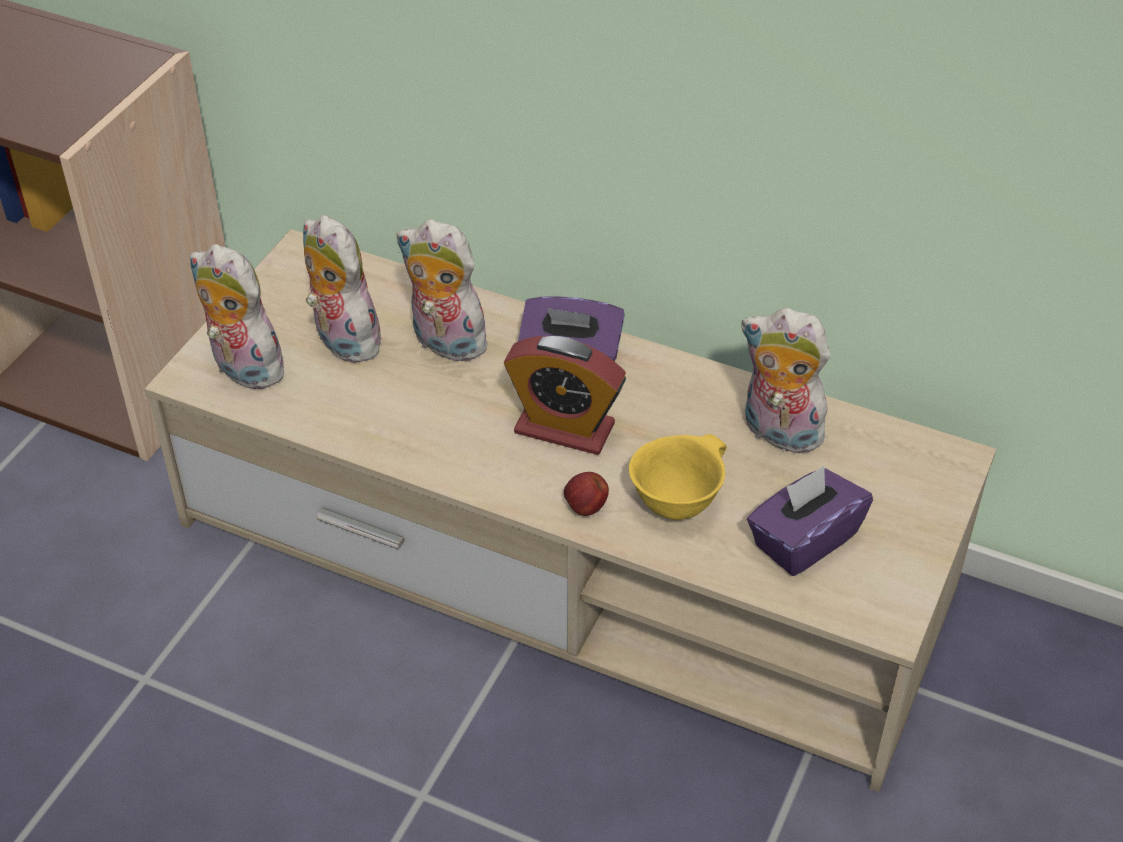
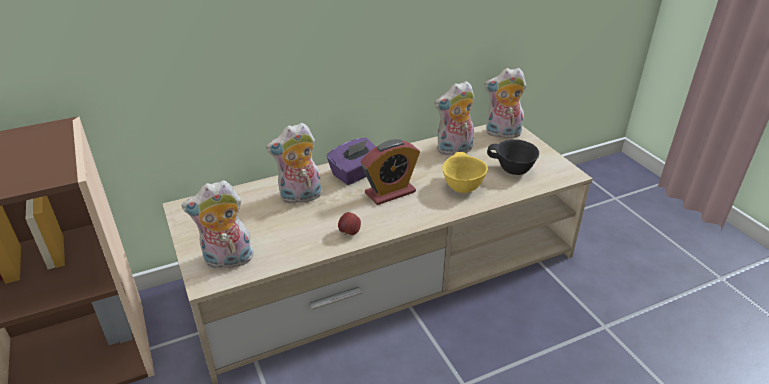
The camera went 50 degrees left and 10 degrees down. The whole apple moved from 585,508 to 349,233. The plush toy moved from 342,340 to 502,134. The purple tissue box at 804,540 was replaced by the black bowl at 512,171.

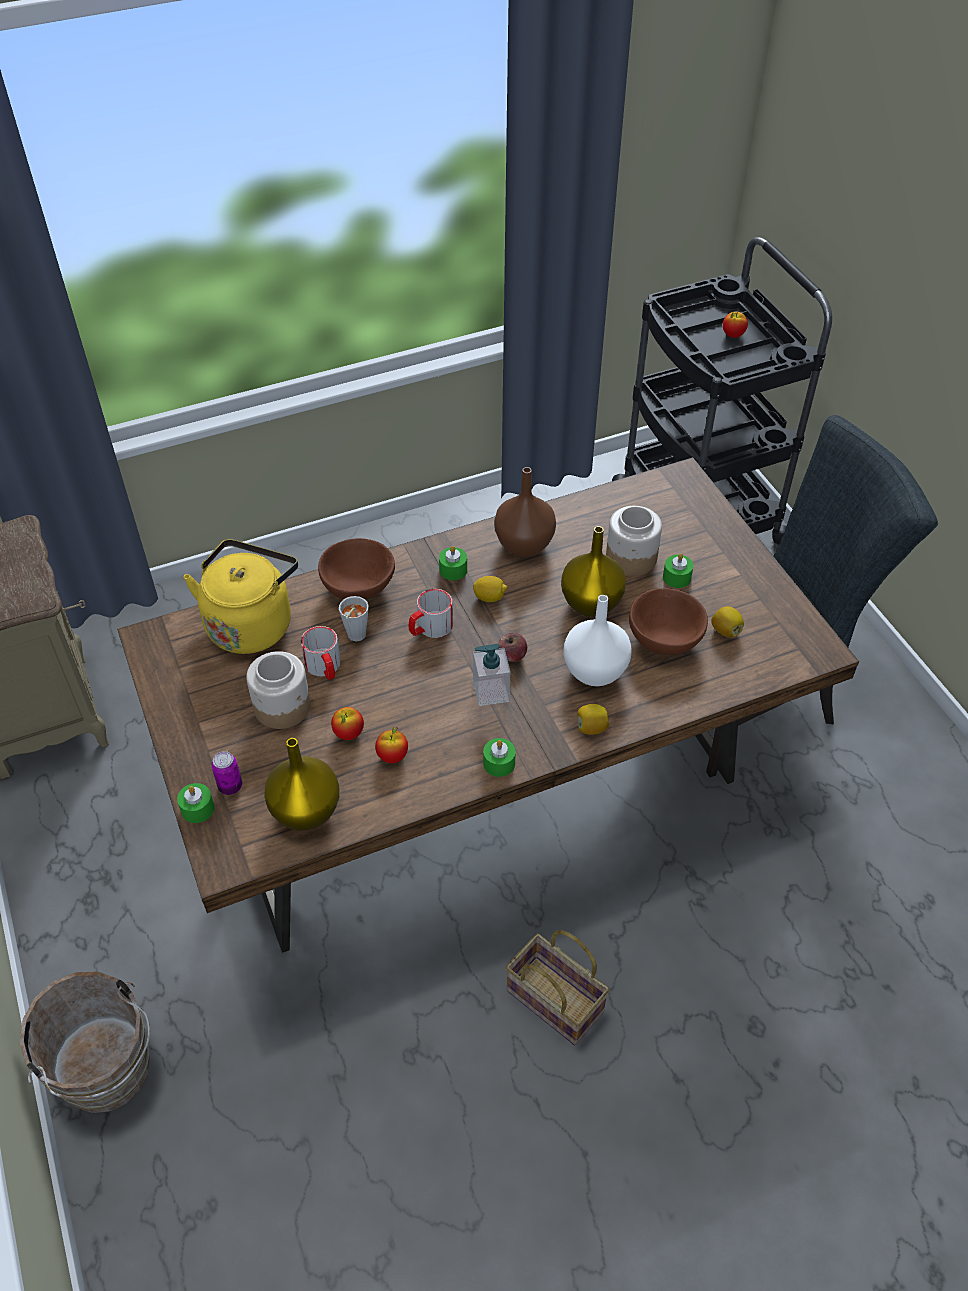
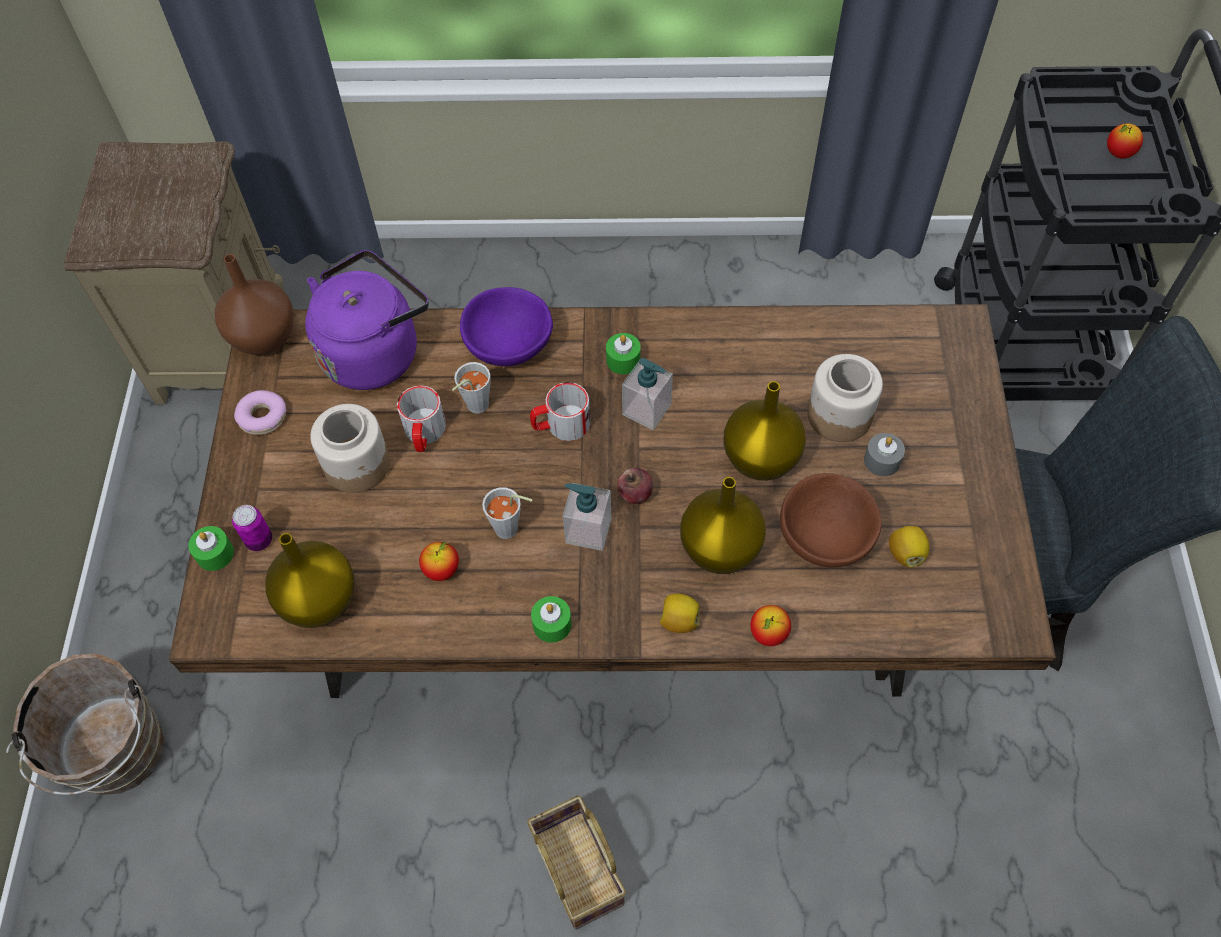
The camera went 25 degrees right and 10 degrees up. The brown-coloured flower vase moved from 524,544 to 265,336. The ring doughnut at 263,417 appeared. The yellowish water kettle at 251,623 became the purple water kettle at 374,351. The brown-coloured bowl at 358,587 became the purple bowl at 508,346. The gray small cup at 511,530 appeared. The lemon at 489,597 was replaced by the liquid soap bottle at 647,409. The whitish flower vase at 593,671 became the yellowish flower vase at 718,548. The whole apple moved from 348,733 to 768,634. The green-coloured wax candle at 676,577 became the gray wax candle at 882,460.

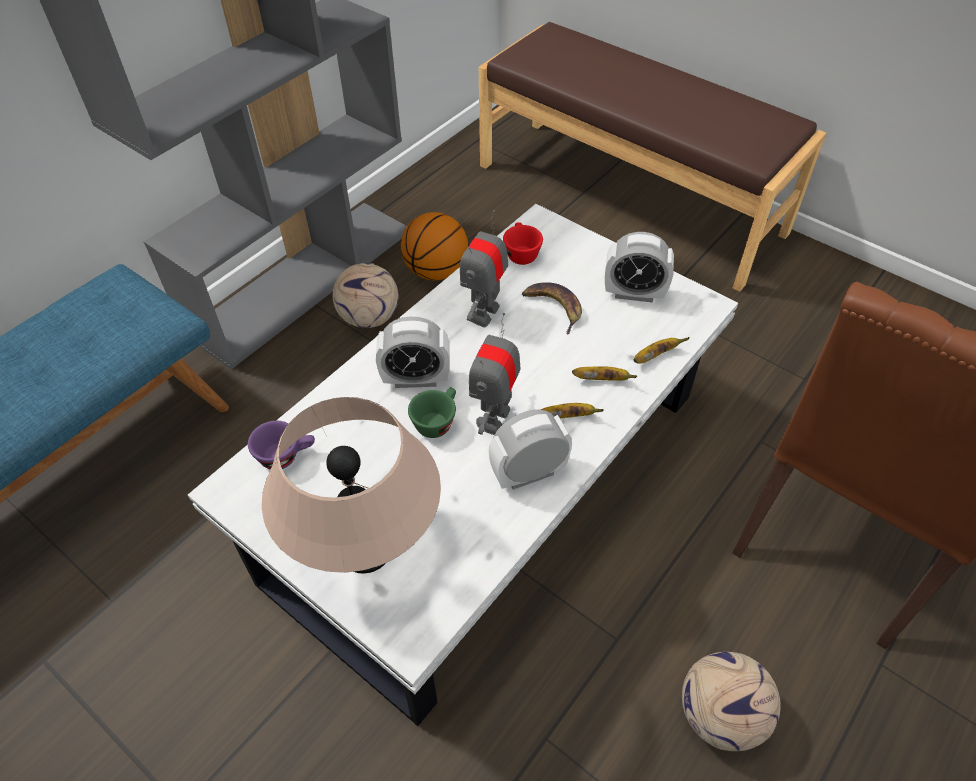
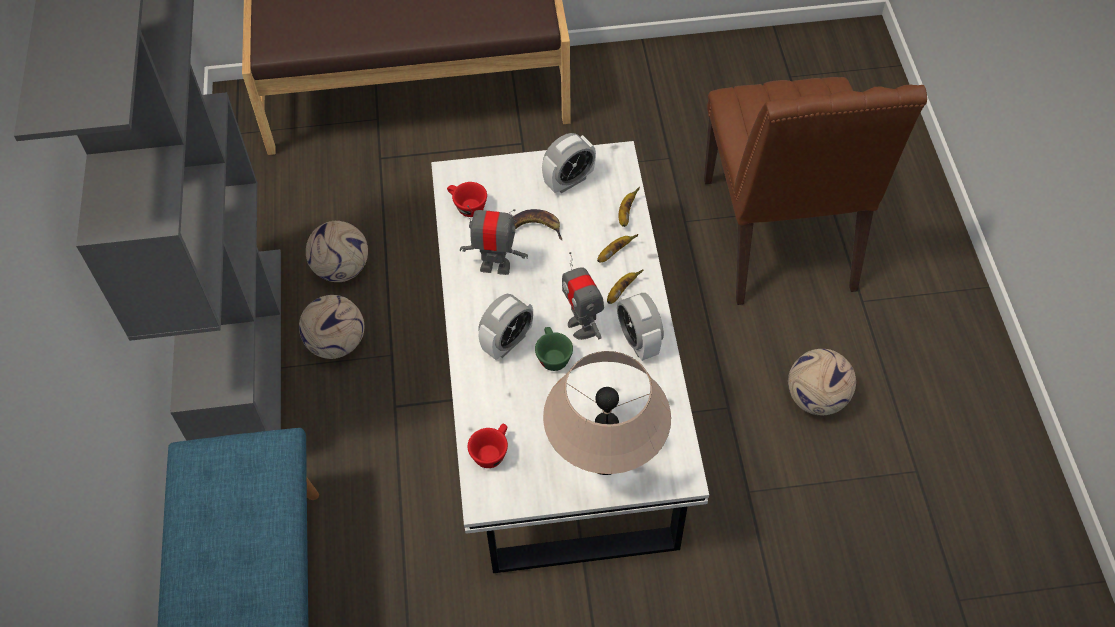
The camera went 45 degrees left and 5 degrees up. The ball for basketball at 436,271 was replaced by the ball for football at 342,268. The robot figure at 484,313 turned 120 degrees clockwise. The purple small cup at 286,455 became the red-coloured small cup at 491,452. The bedside clock at 529,473 turned 45 degrees counterclockwise.

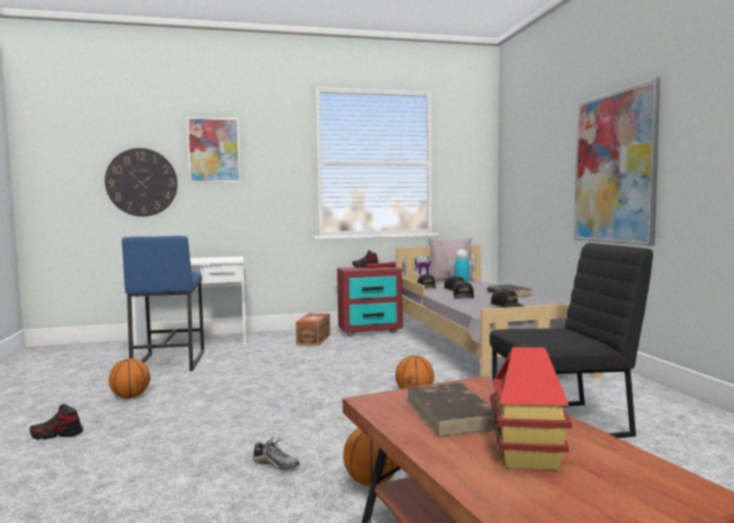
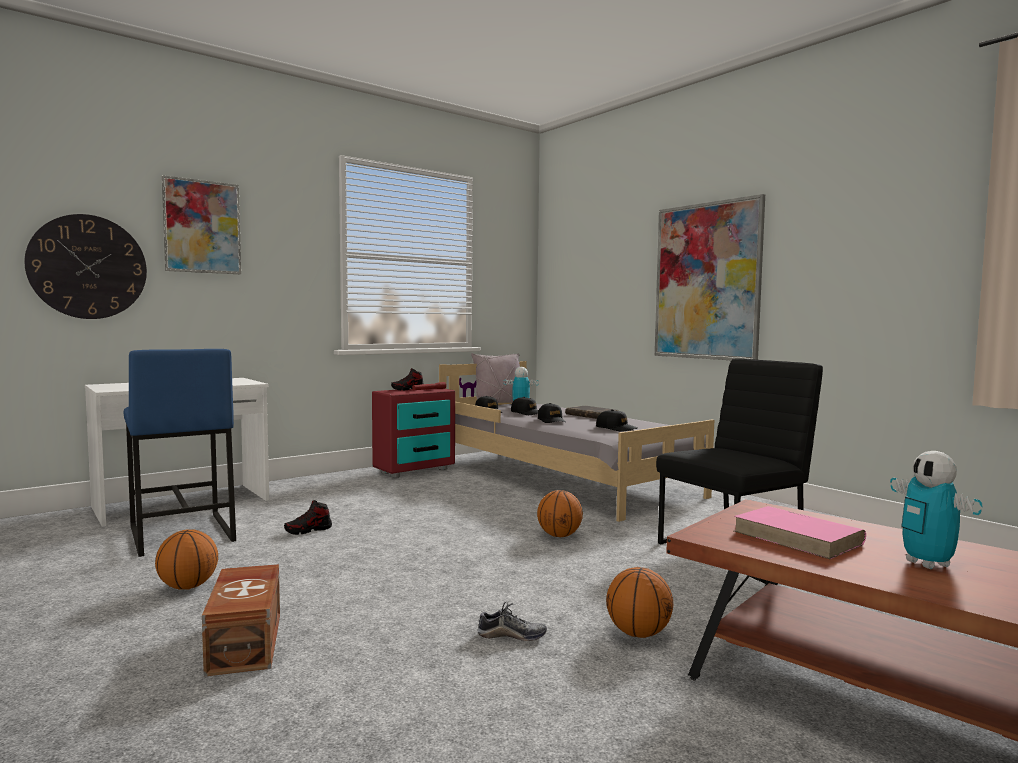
The camera went 25 degrees left and 0 degrees up. The brown-coloured storage bin moved from 314,339 to 247,642. The item of footwear moved from 56,435 to 308,530. The brown-coloured volume at 453,414 became the pink-coloured volume at 798,537. The miniature house at 527,456 was replaced by the robot figure at 927,564.

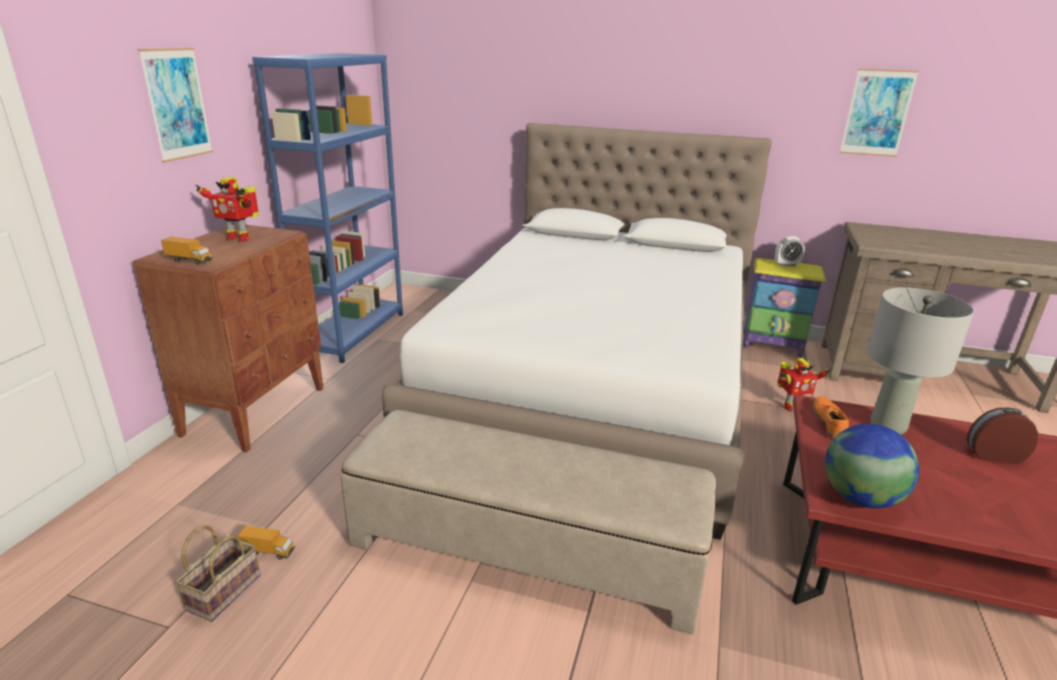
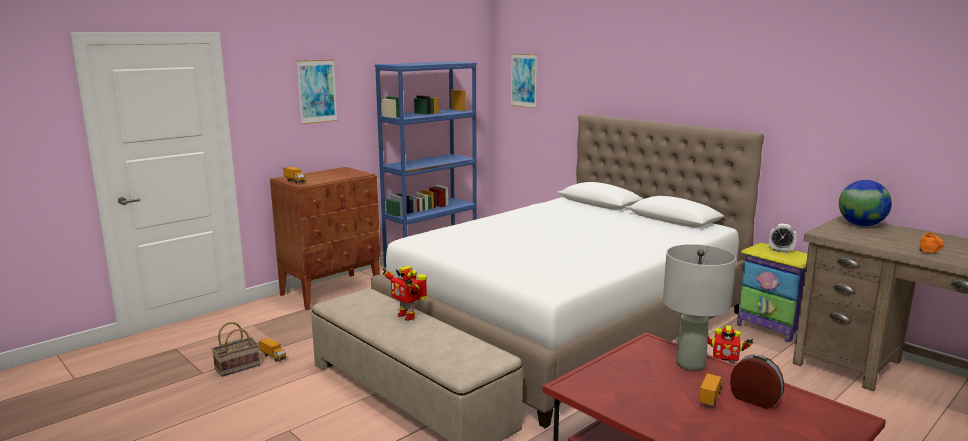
The camera went 30 degrees right and 10 degrees down. The robot figure moved from 238,238 to 407,316. The picture moved from 877,113 to 523,80. The toy lorry at 710,398 appeared. The globe moved from 860,498 to 861,225. The orange-coloured item of footwear moved from 829,422 to 929,247.

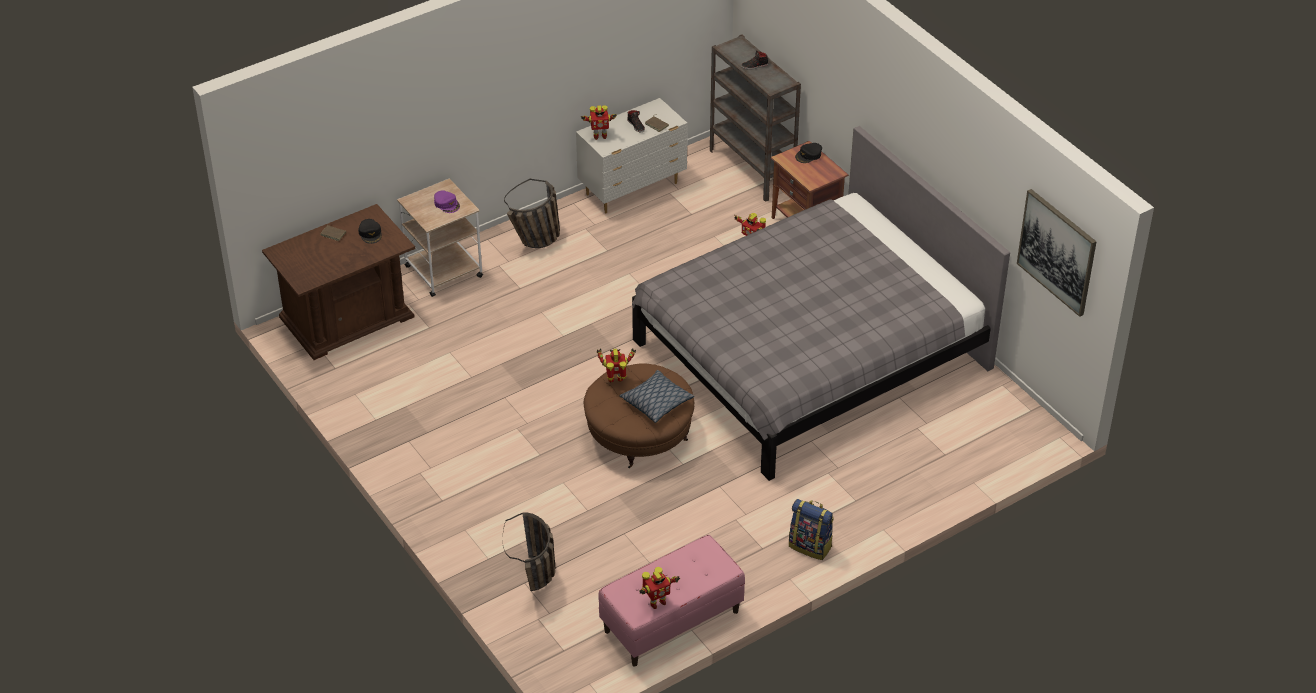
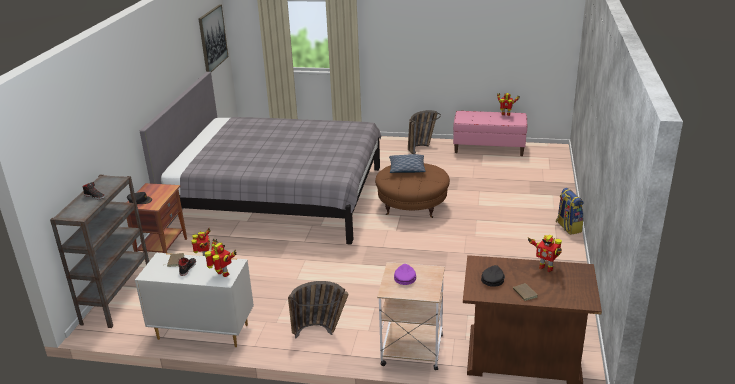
The camera went 135 degrees left and 15 degrees down. The storage basket moved from 537,581 to 421,147. The robot figure moved from 616,380 to 545,267. The knapsack moved from 810,546 to 568,227.

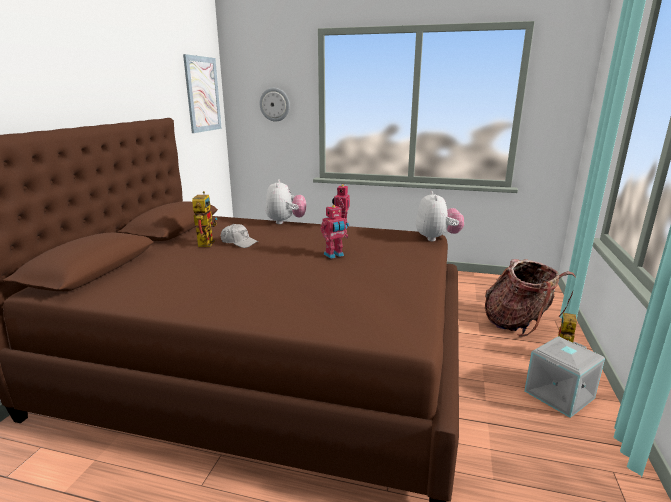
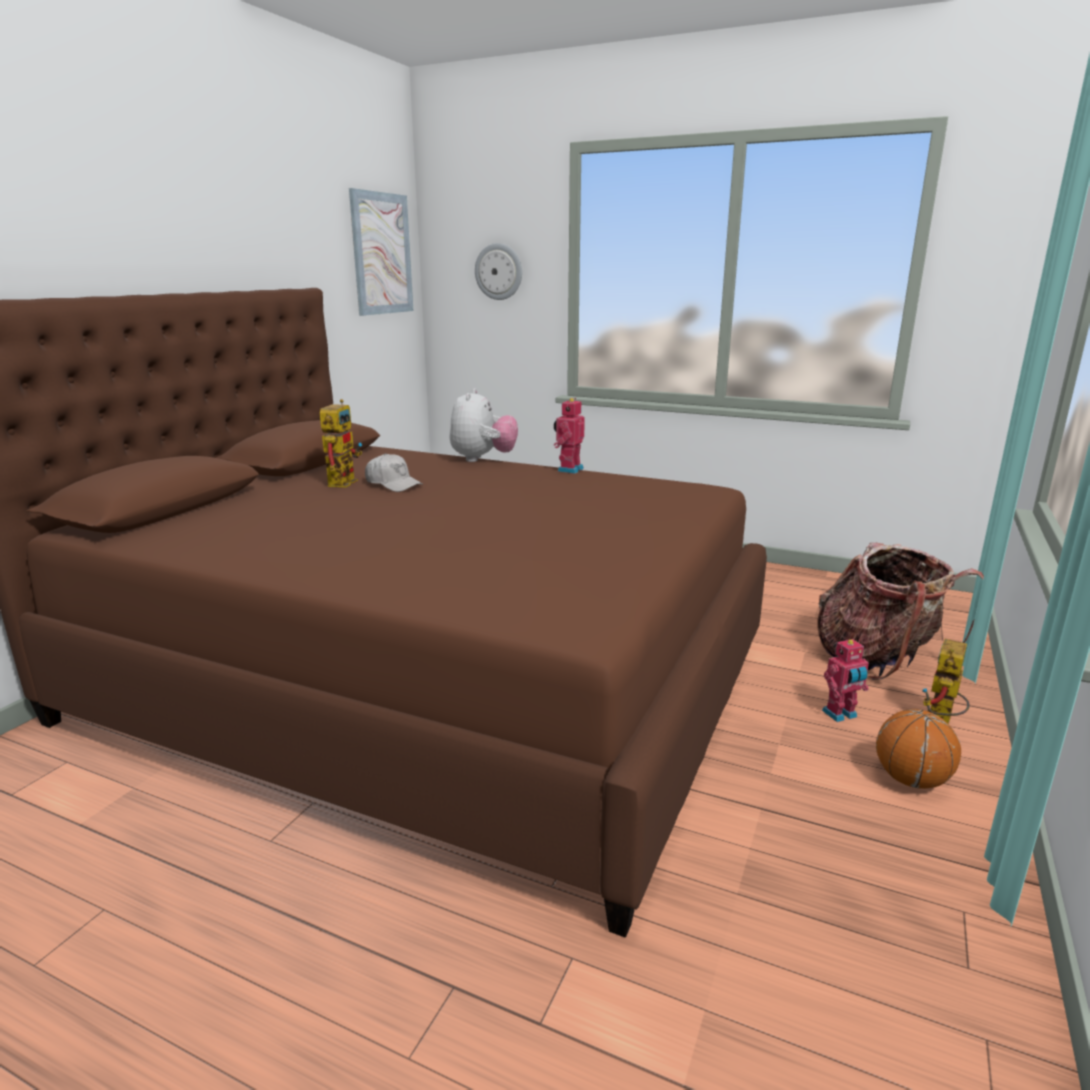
The camera went 10 degrees right and 0 degrees up. The robot figure moved from 334,255 to 841,715. The gray storage bin at 560,395 was replaced by the ball for basketball at 911,780. The plush toy at 437,238 disappeared.

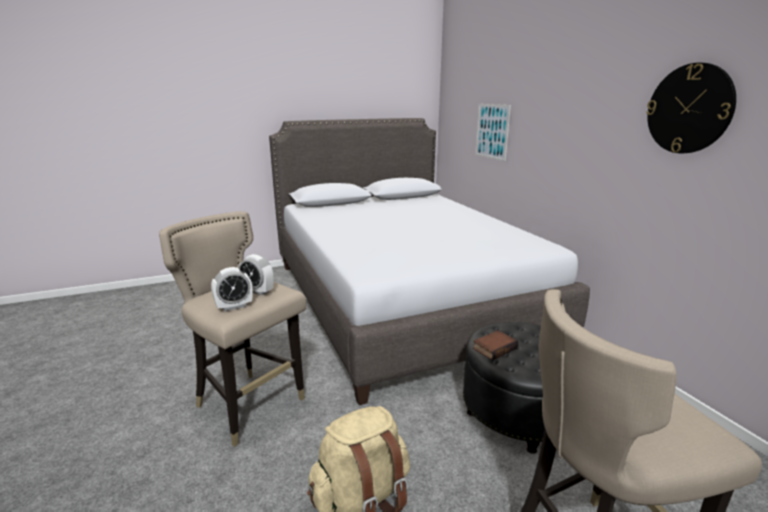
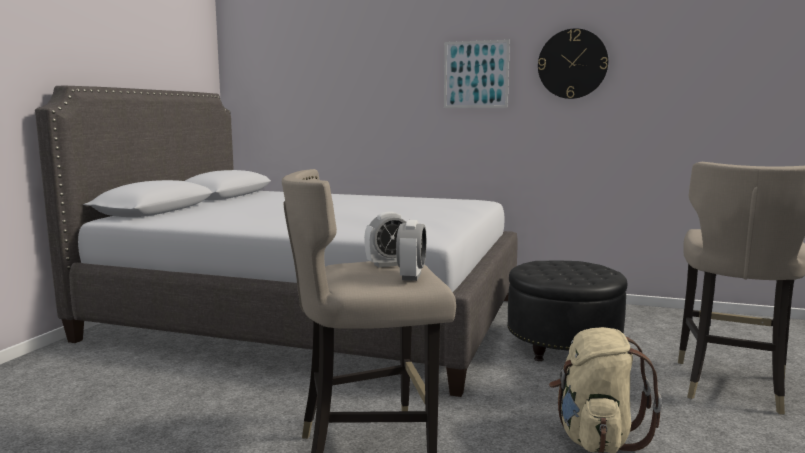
The camera went 50 degrees left and 10 degrees down. The picture moved from 492,131 to 476,74. The volume at 494,348 disappeared.

